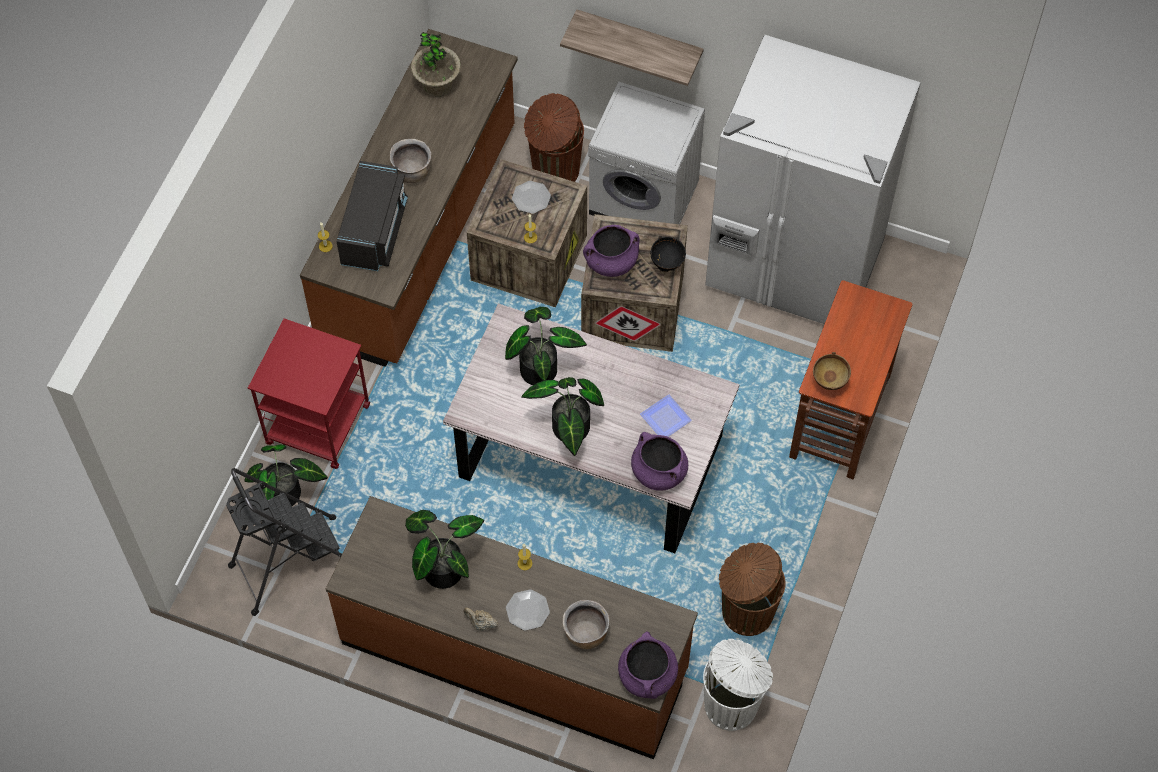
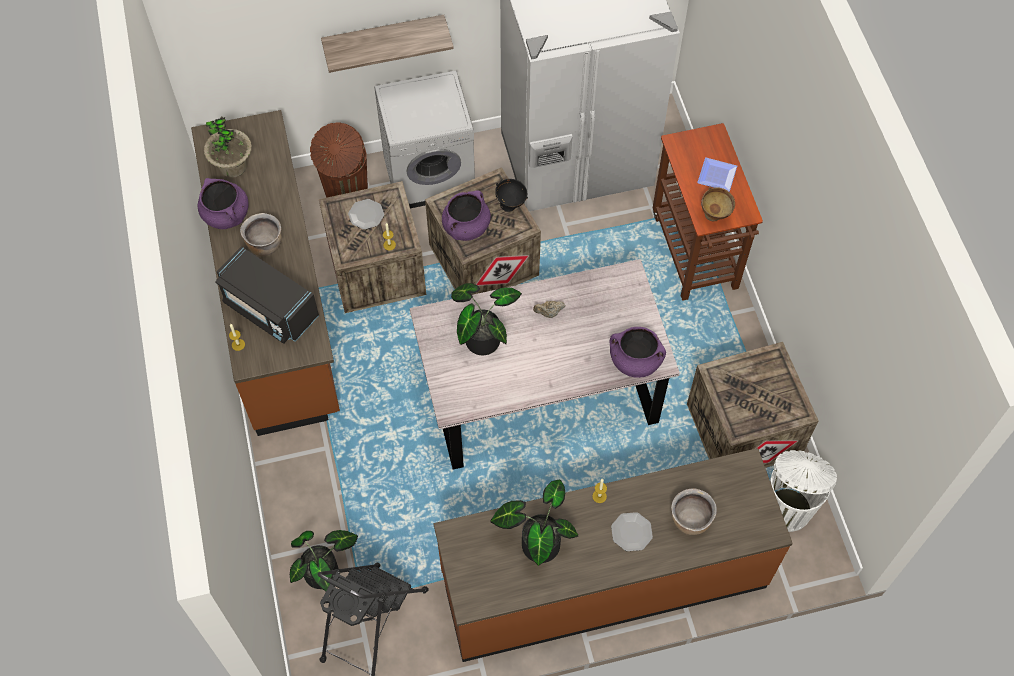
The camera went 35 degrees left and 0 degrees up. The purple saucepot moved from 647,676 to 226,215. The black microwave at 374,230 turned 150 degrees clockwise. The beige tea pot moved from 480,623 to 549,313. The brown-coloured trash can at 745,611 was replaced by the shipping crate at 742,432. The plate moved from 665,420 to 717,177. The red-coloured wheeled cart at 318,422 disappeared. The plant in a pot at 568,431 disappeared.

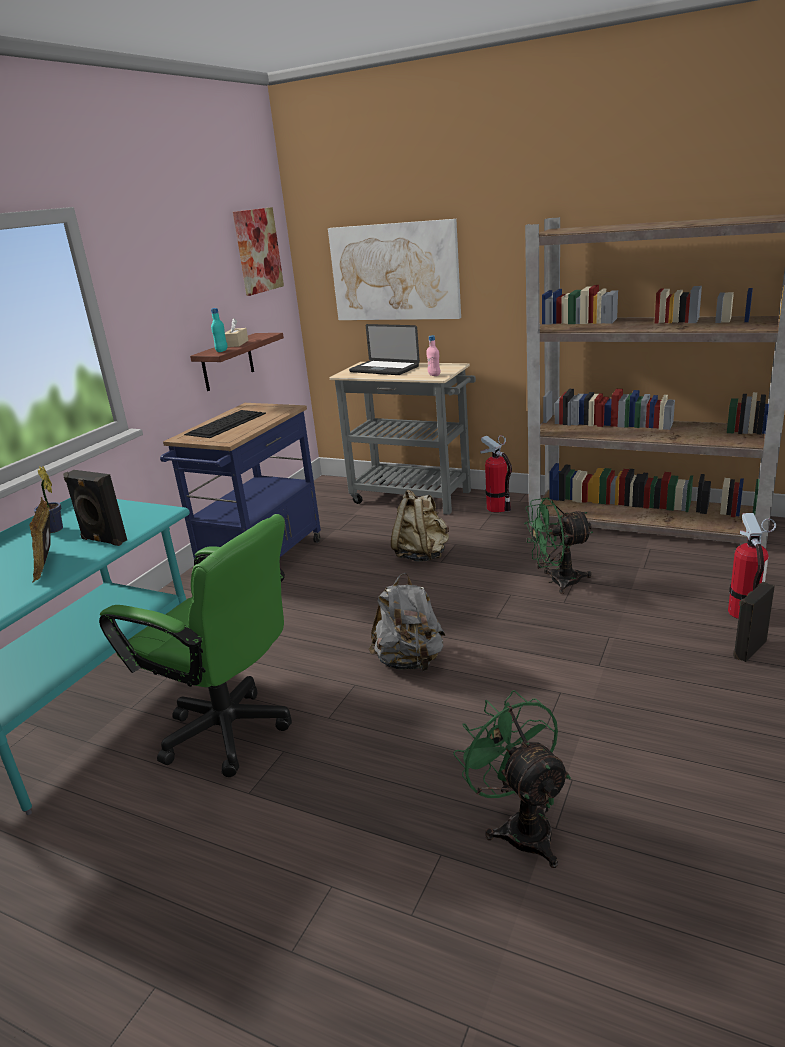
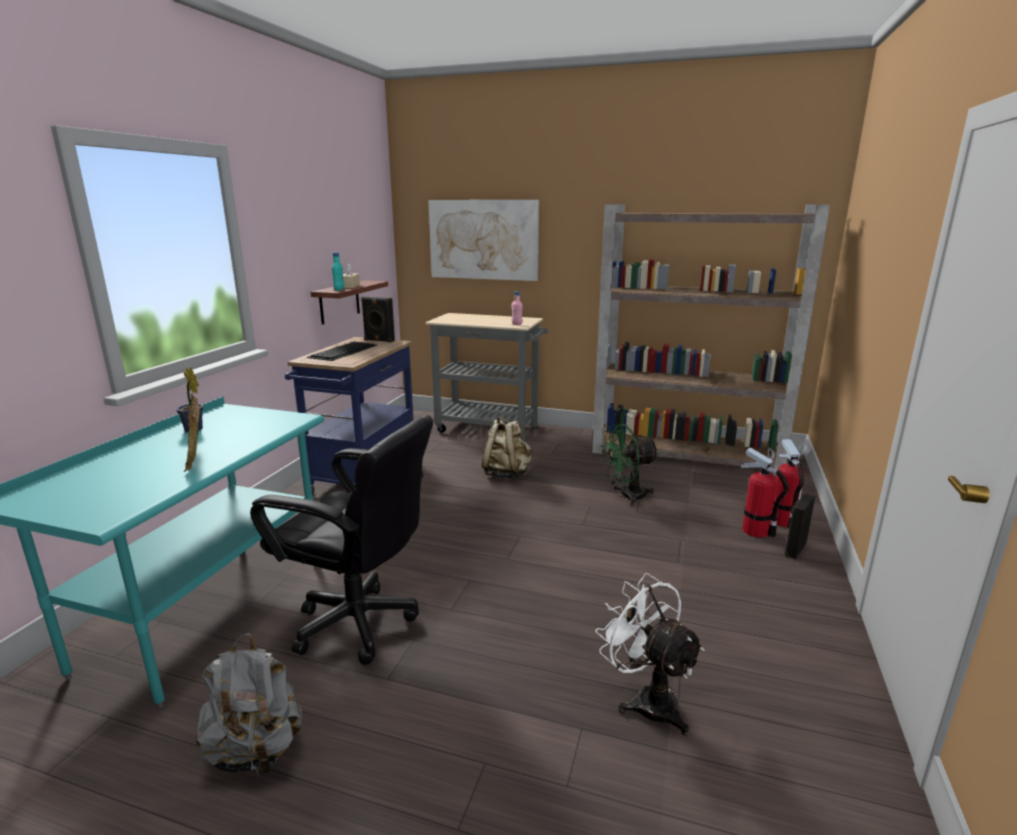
The camera went 10 degrees left and 5 degrees down. The gray knapsack moved from 410,661 to 256,751. The green-coloured office chair at 233,734 became the black office chair at 362,625. The black audio speaker moved from 103,540 to 379,340. The green-coloured fan at 520,826 became the whitish fan at 647,700. The fire extinguisher moved from 497,508 to 755,531. The picture at 257,251 disappeared. The notebook computer at 384,369 disappeared.

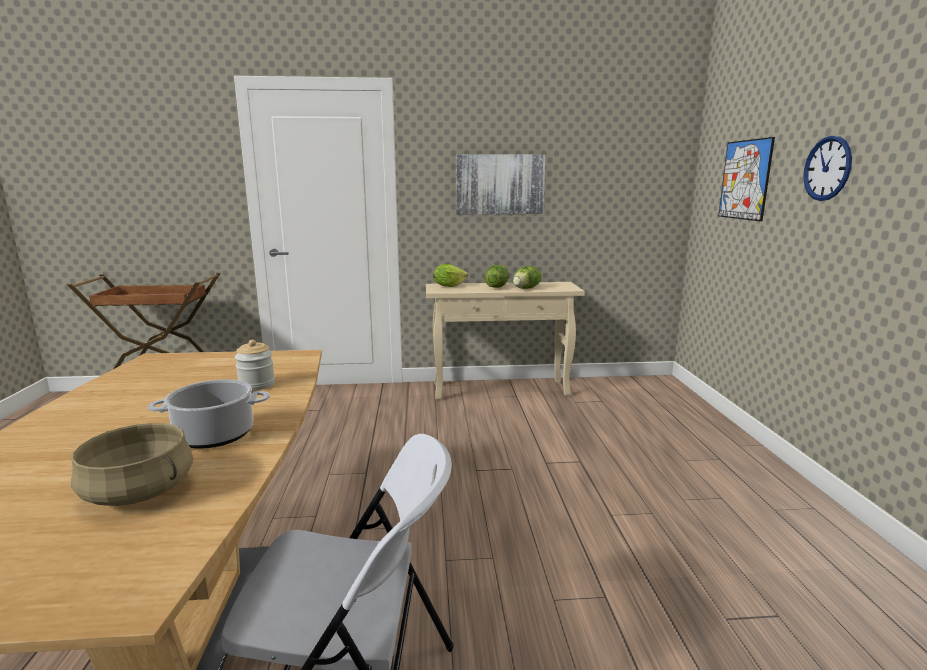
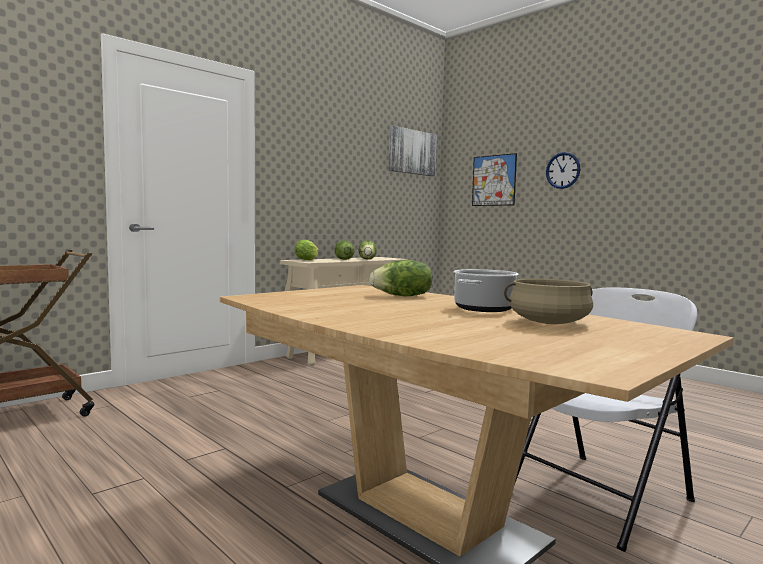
The camera went 40 degrees left and 10 degrees down. The jar at 257,385 was replaced by the lettuce at 403,296. The picture moved from 499,184 to 411,152.

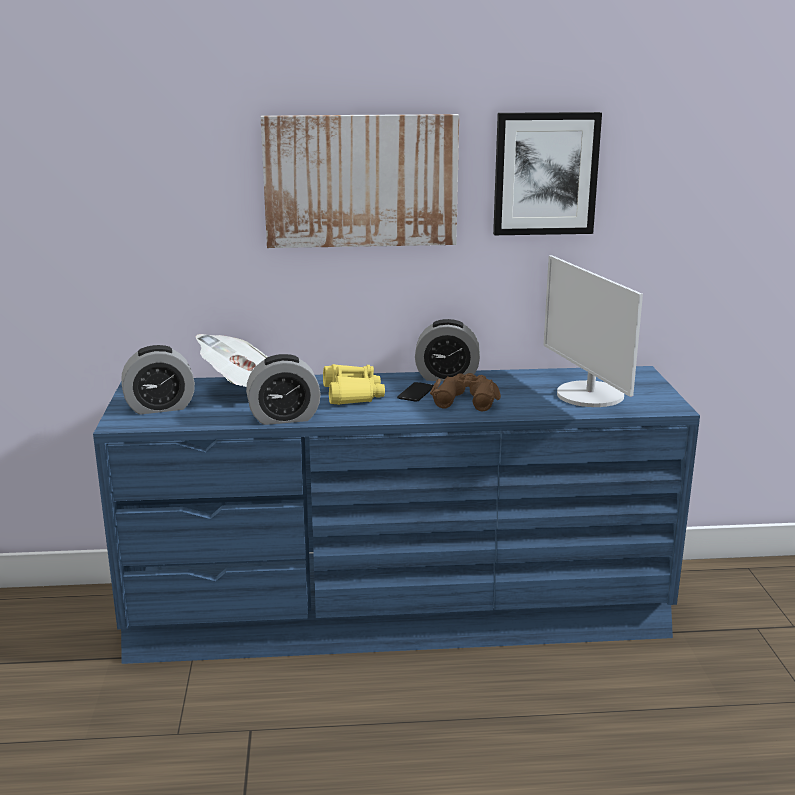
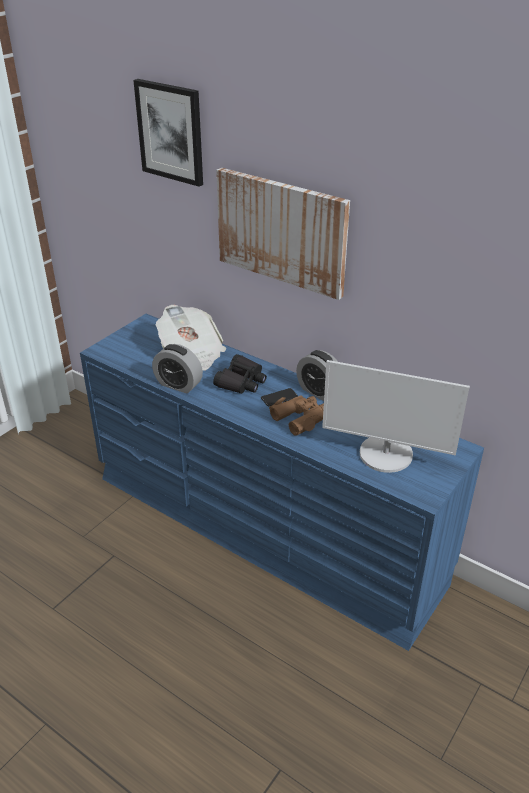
The camera went 40 degrees right and 15 degrees up. The picture moved from 545,174 to 171,132. The yellowish binoculars at 352,394 became the black binoculars at 241,381. The monitor at 589,395 turned 90 degrees counterclockwise. The bedside clock at 160,407 disappeared.

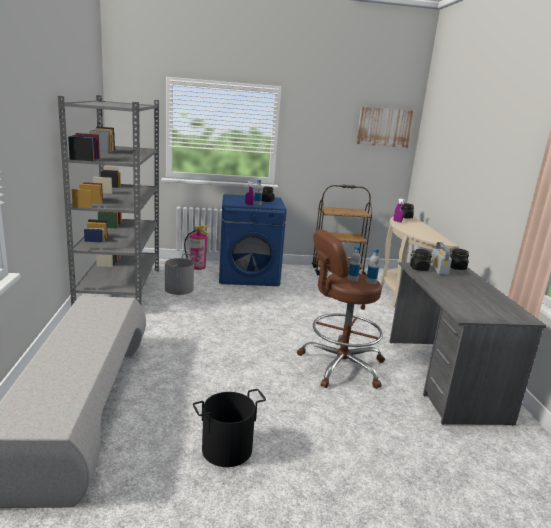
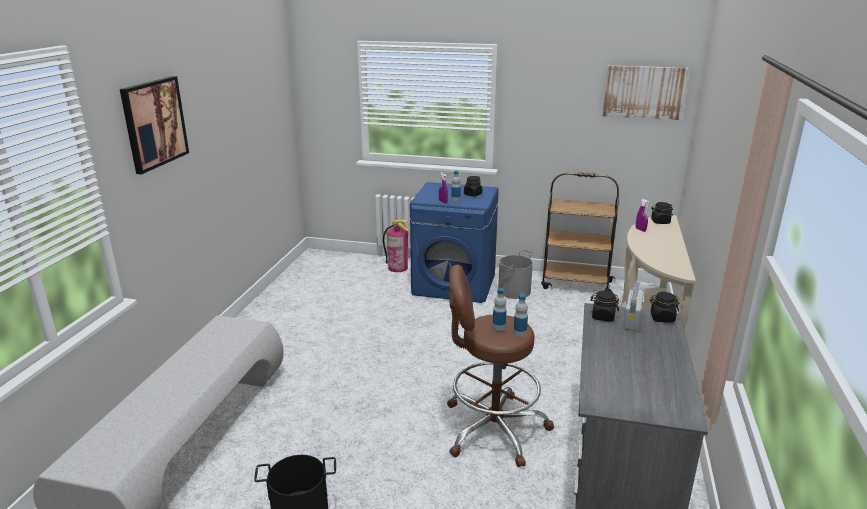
The camera went 20 degrees right and 5 degrees up. The picture at 154,123 appeared. The gray bucket moved from 179,289 to 514,291. The gray bookshelf at 120,289 disappeared.

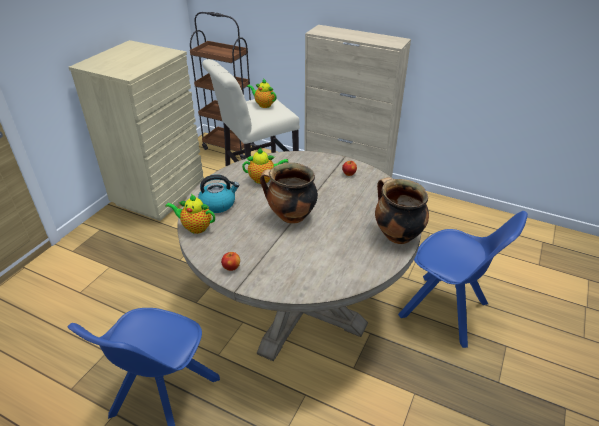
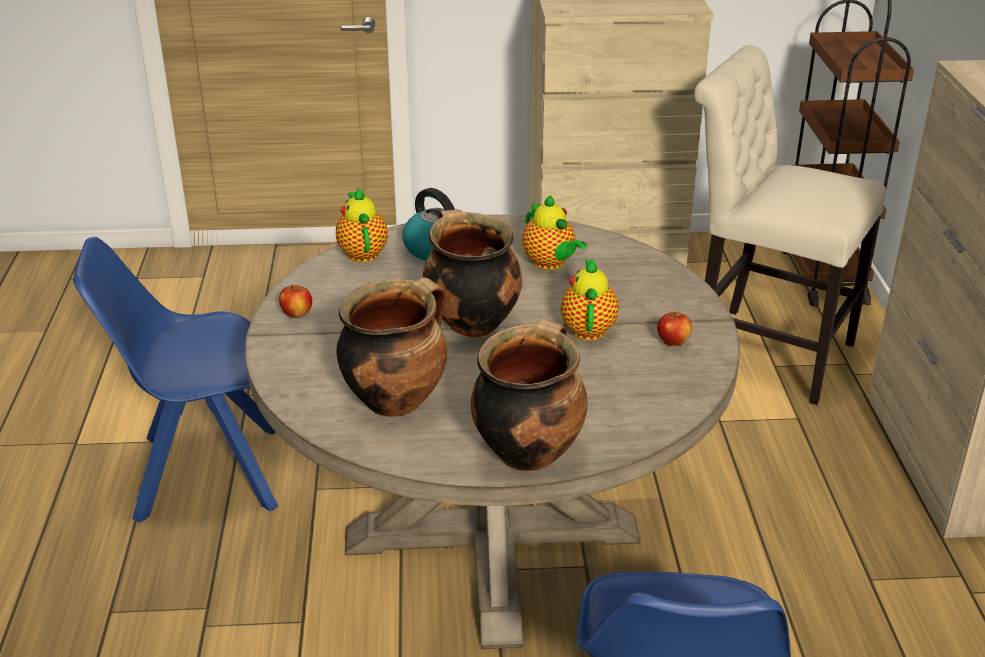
The camera went 60 degrees right and 5 degrees down. The saucepot at 396,399 appeared. The tea pot moved from 263,105 to 588,328.

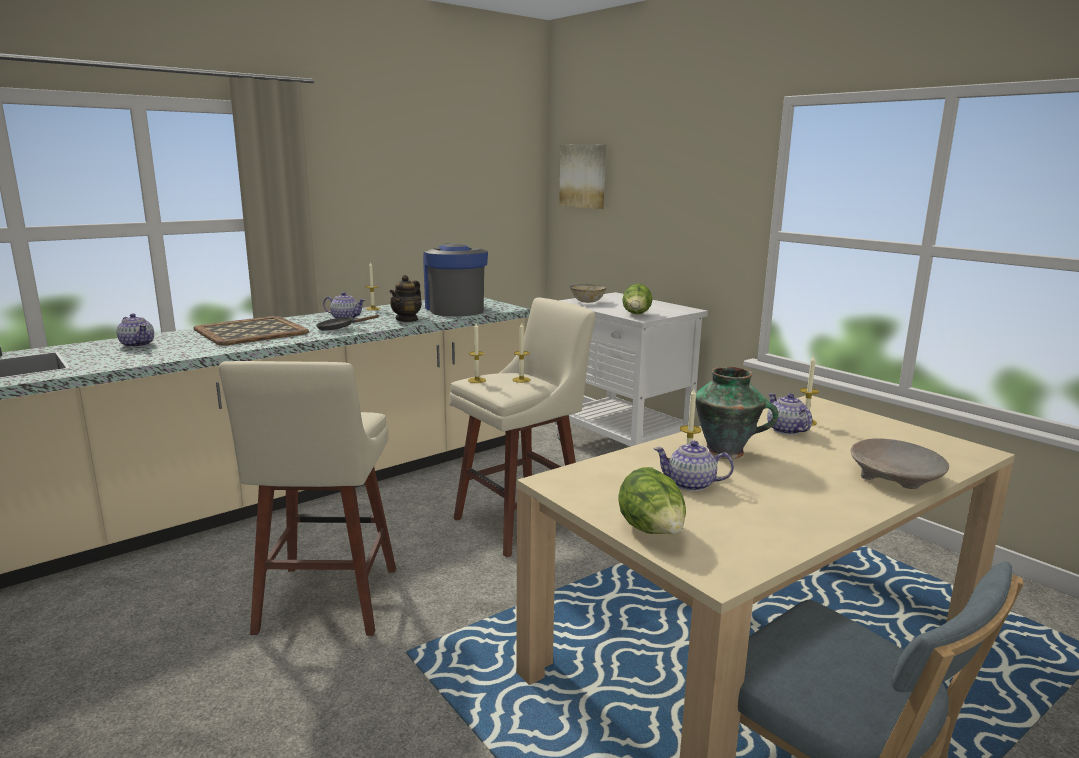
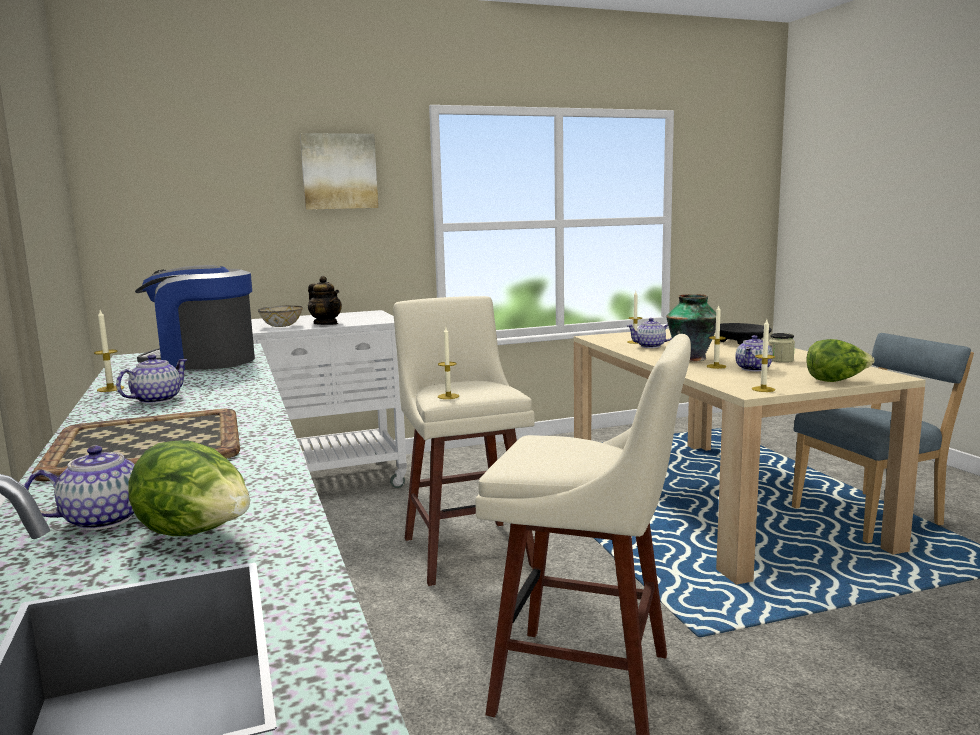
The camera went 70 degrees left and 5 degrees down. The lettuce moved from 636,315 to 197,534. The picture moved from 583,176 to 339,171. The tea pot moved from 407,319 to 326,324. The beige bowl at 895,478 became the black bowl at 740,342. The wax candle moved from 521,380 to 763,389. The jar at 780,360 appeared. The black pan at 339,329 disappeared.

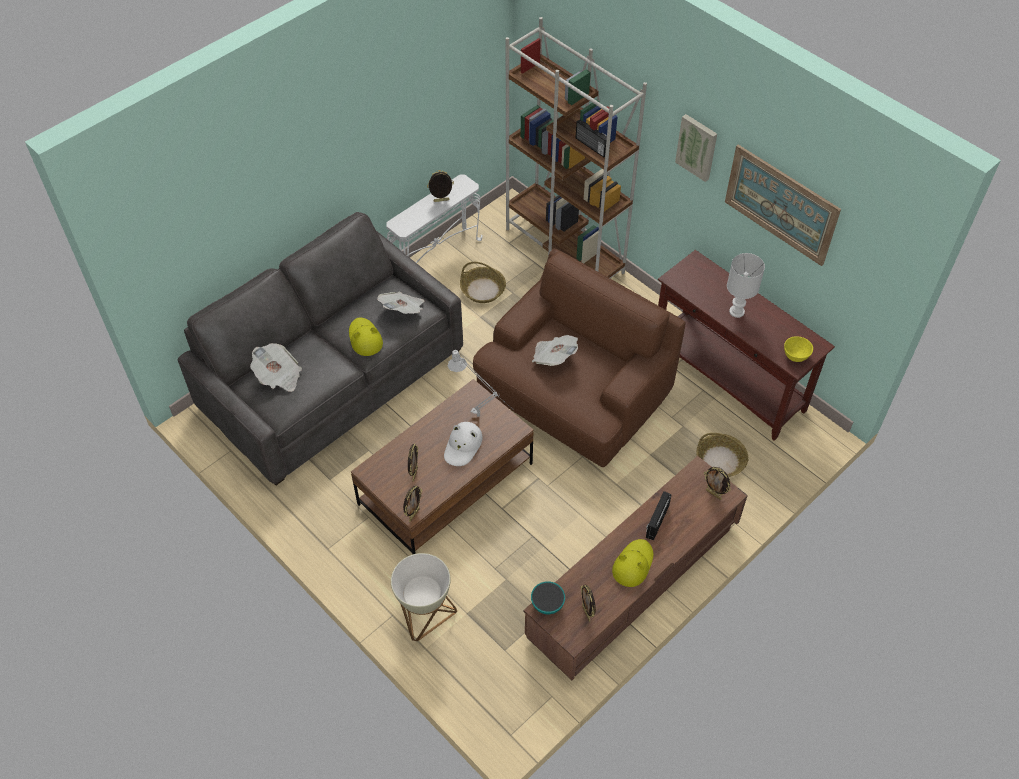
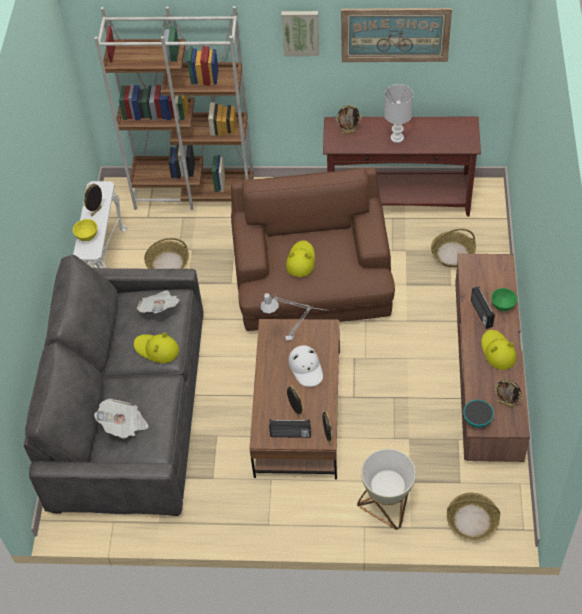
The camera went 40 degrees left and 0 degrees up. The yellowish bowl moved from 795,356 to 87,236. The radio moved from 591,146 to 290,434. The printed paper at 553,357 was replaced by the yellowish wearable hat at 300,261. The photo frame moved from 714,494 to 348,132. The storage basket at 471,521 appeared. The green-coloured bowl at 502,306 appeared.

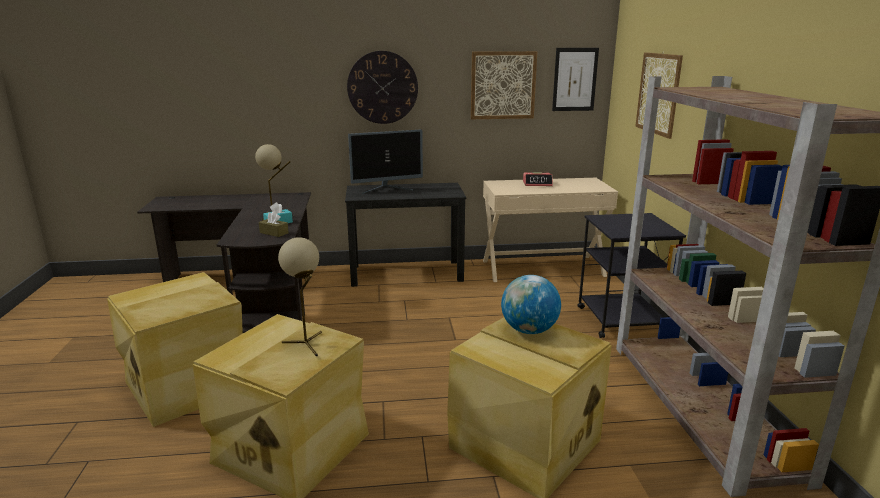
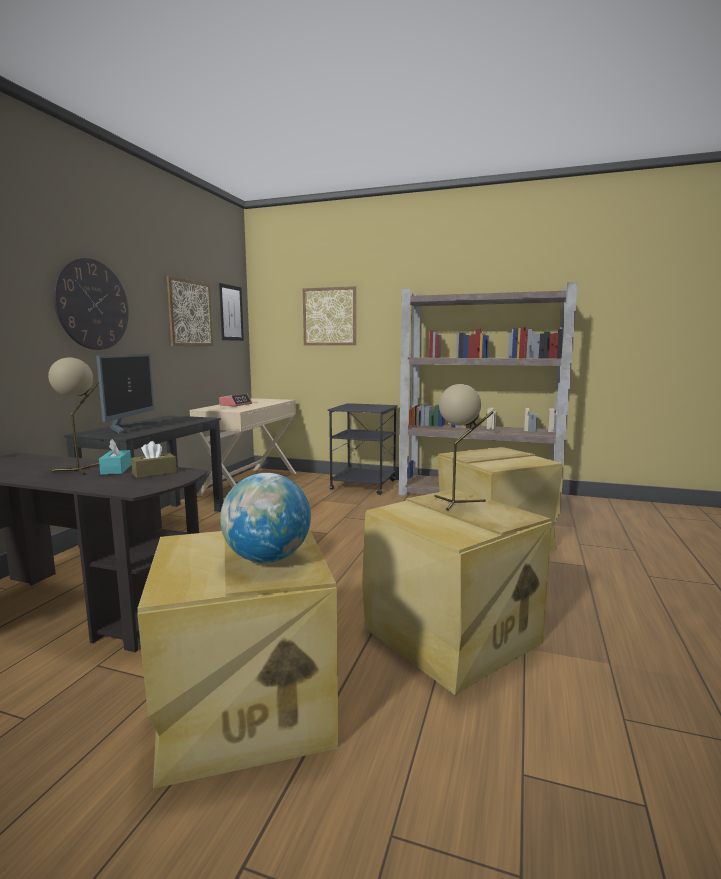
The camera went 65 degrees left and 10 degrees down. The globe moved from 529,330 to 267,559.

